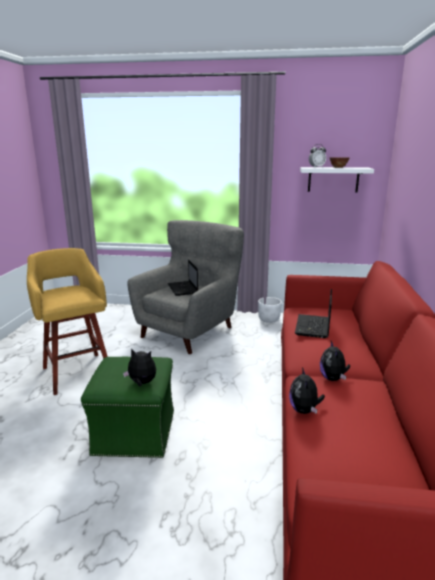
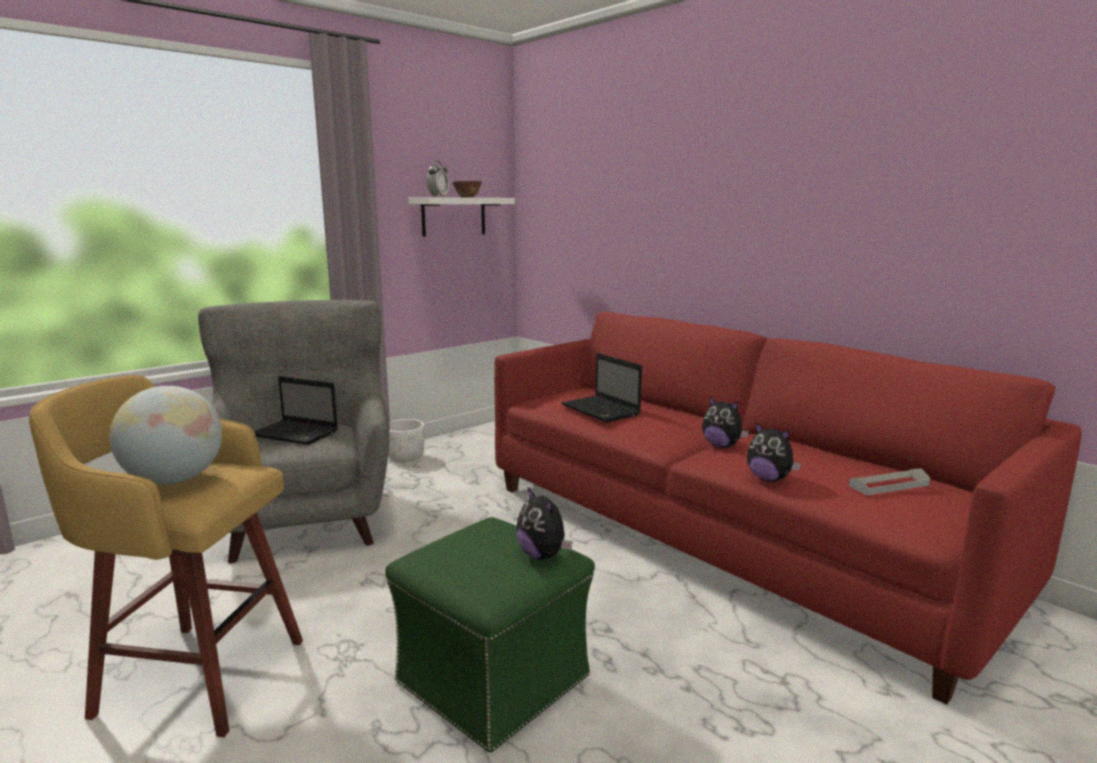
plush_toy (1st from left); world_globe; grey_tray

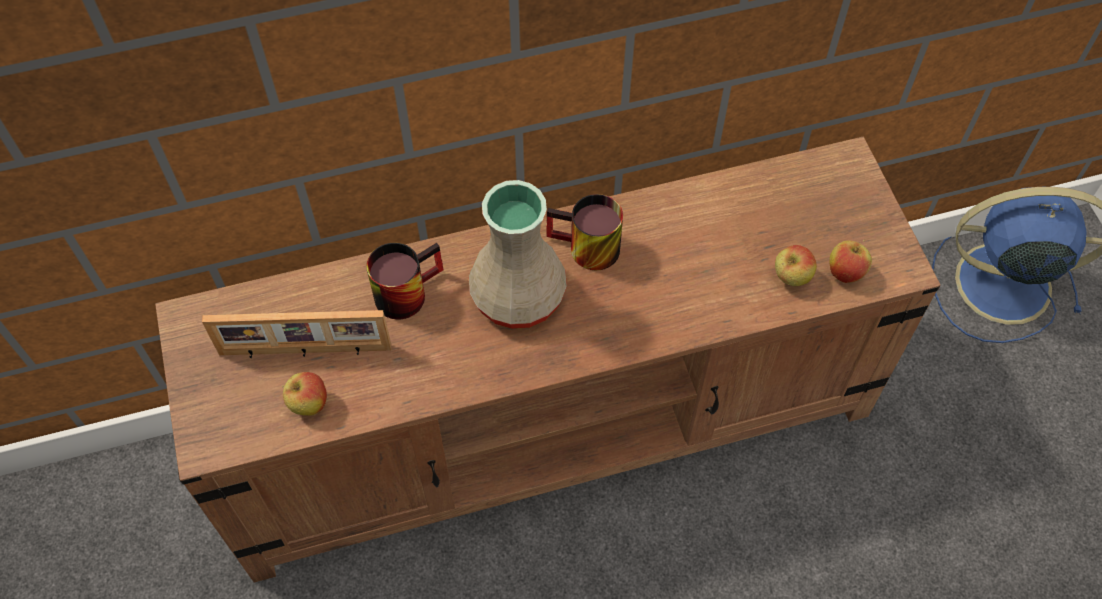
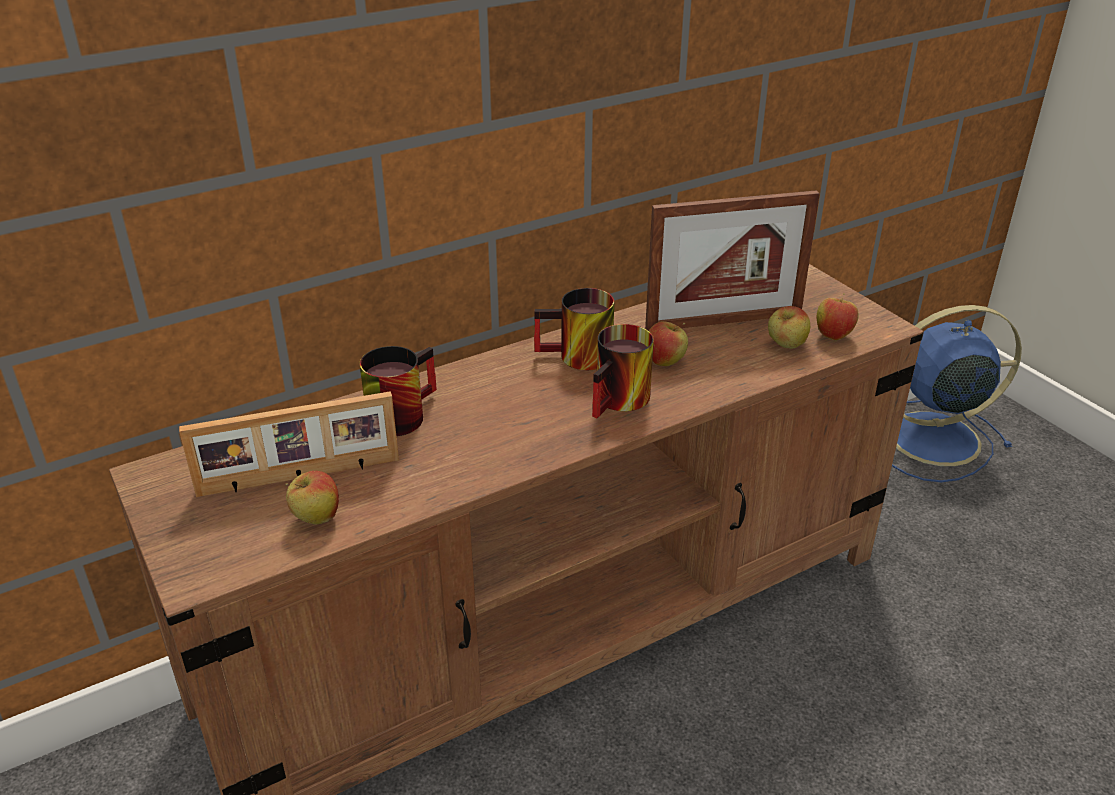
beige-coloured_vase; standing_frame (2nd from left); apple_fruit (2nd from left); mug (3rd from left)

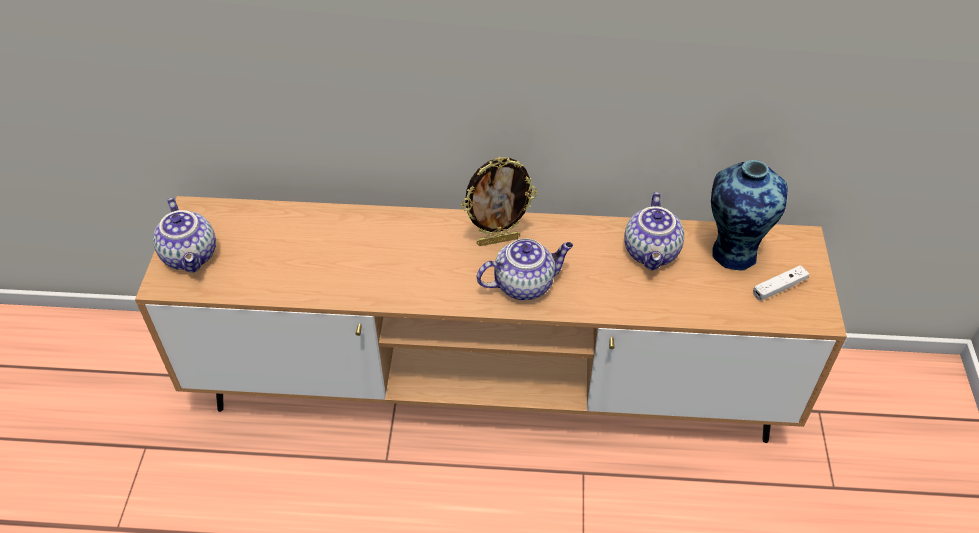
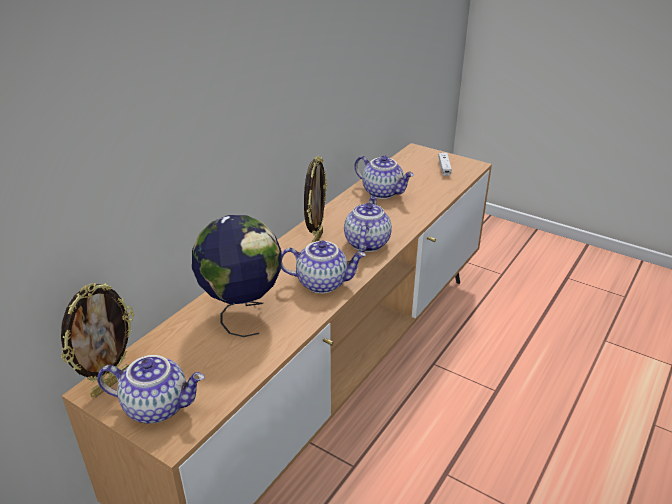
vase; world_globe; teapot (2nd from left); standing_frame (1st from left)

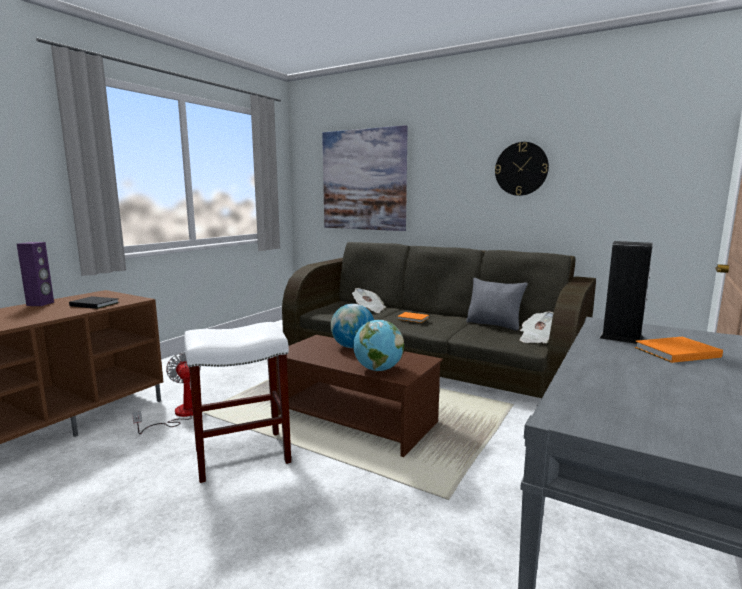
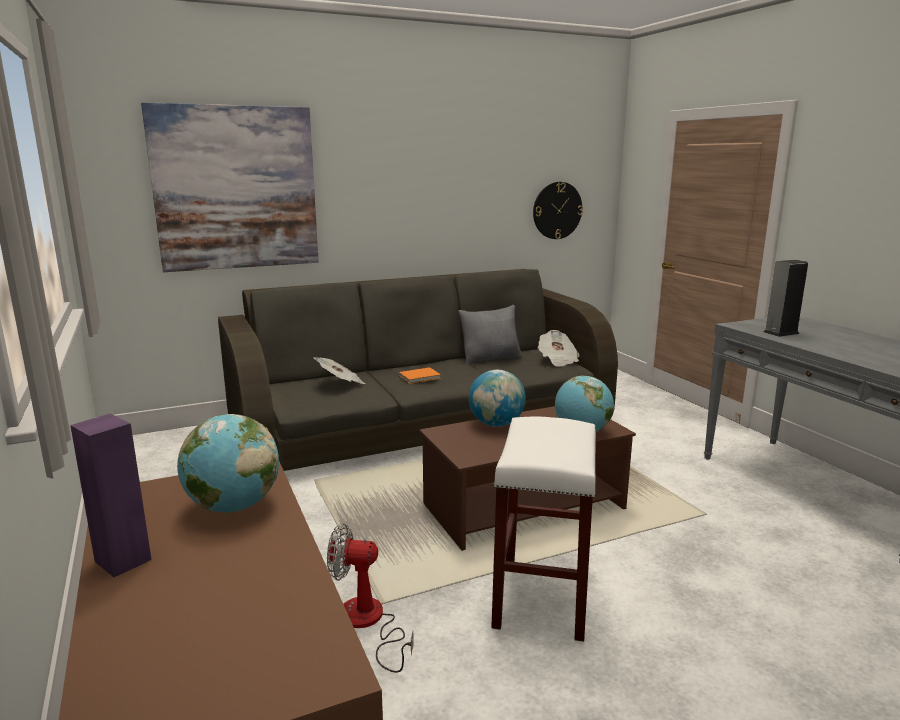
wall_clock; world_globe (1st from left); orange_book (2nd from left in the first image)

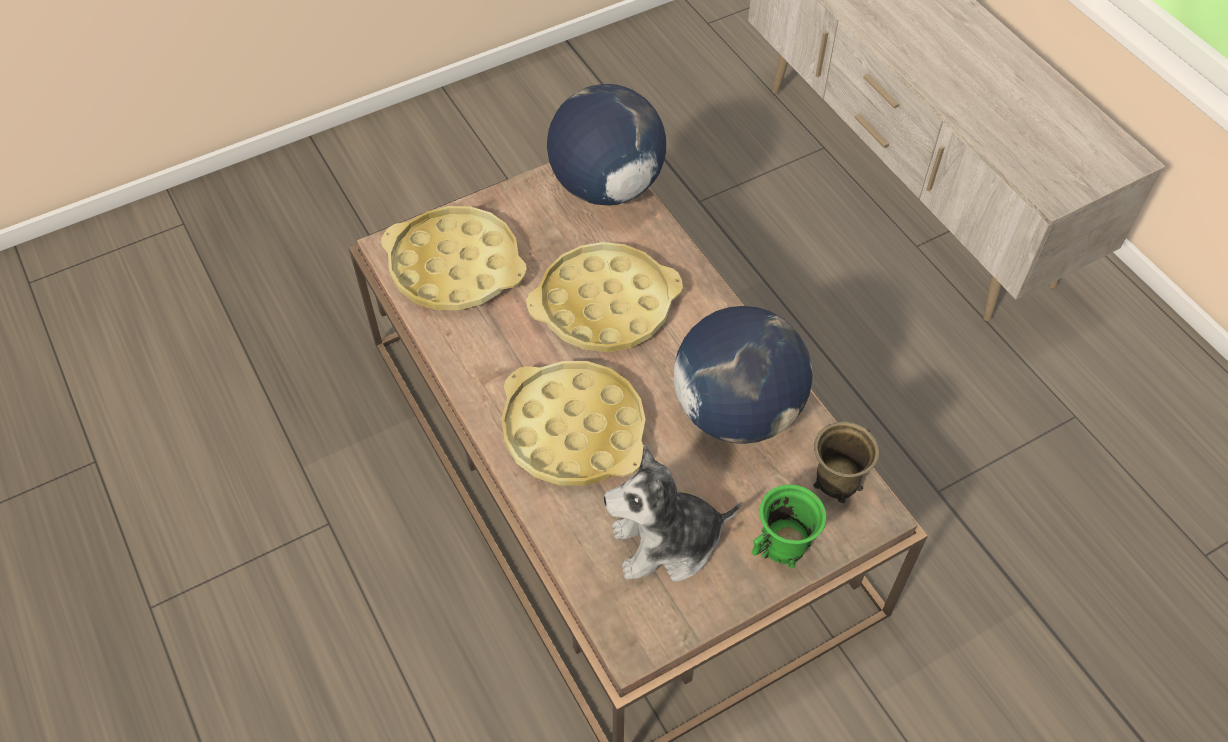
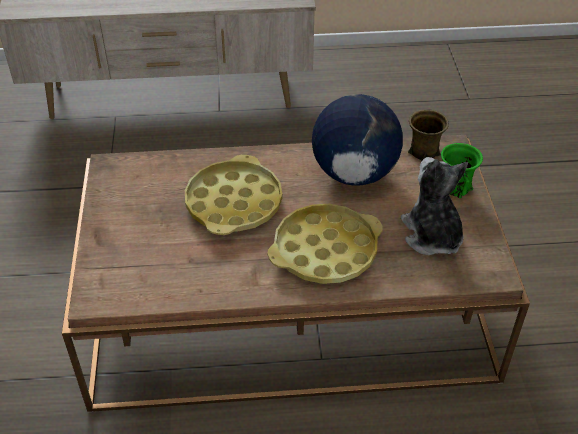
world_globe (1st from left in the first image); yellowish_tray (1st from left in the first image); plush_toy

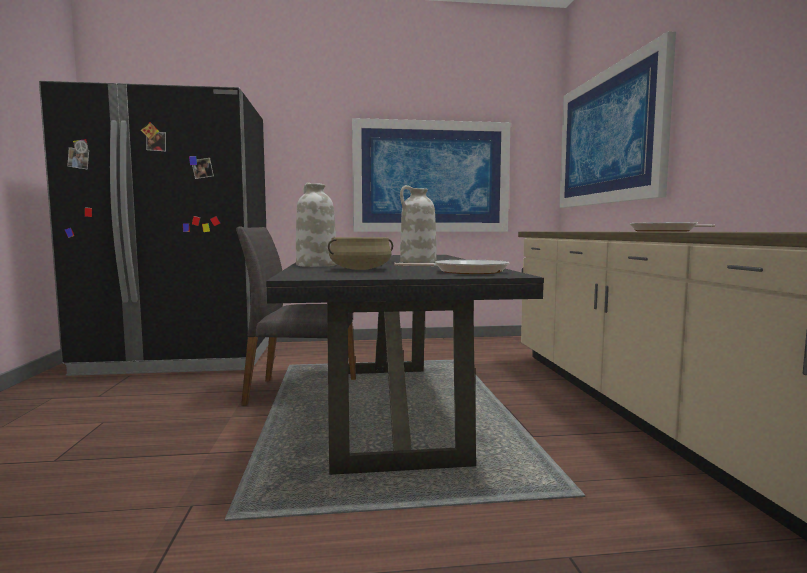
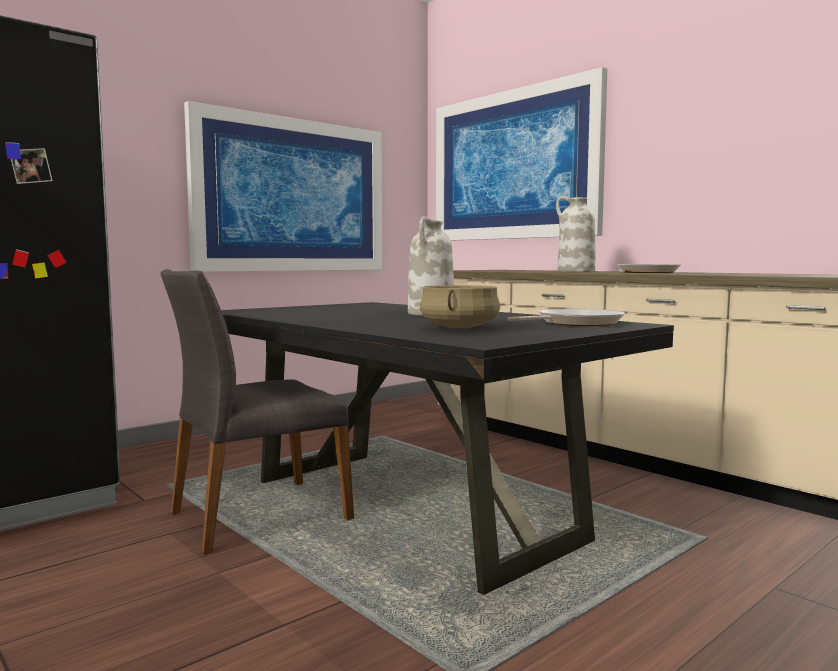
whitish_vase (2nd from left)

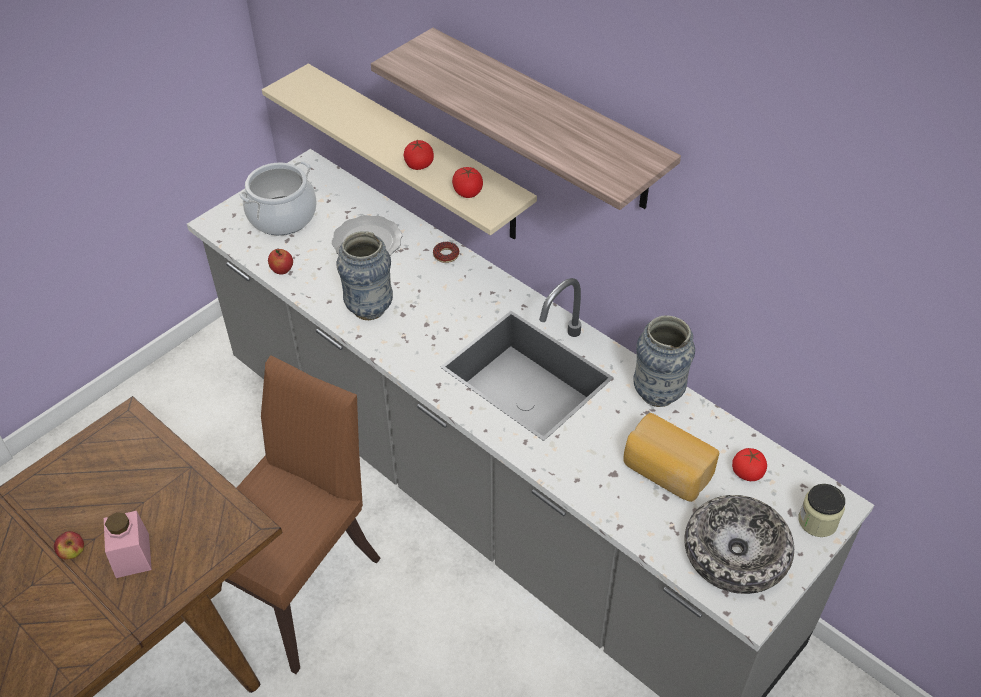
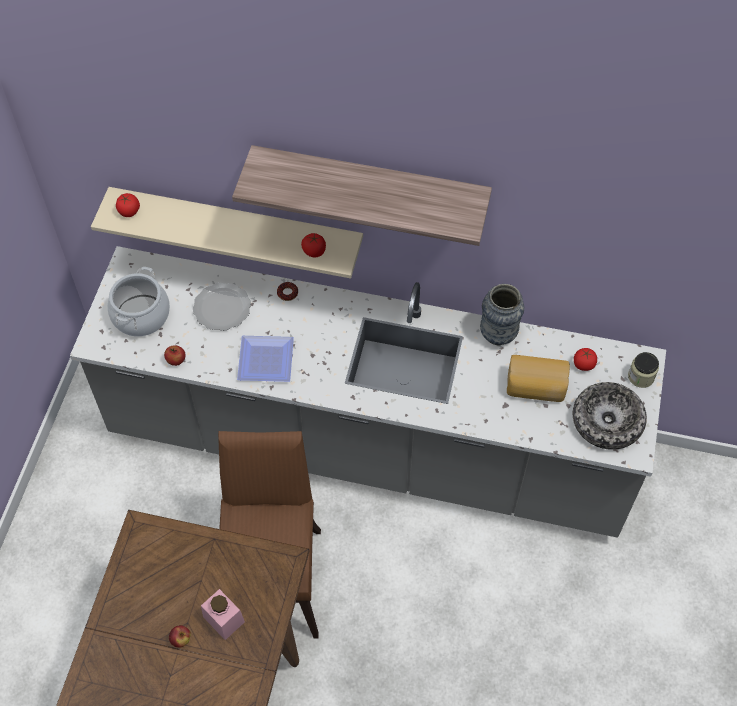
fresh_tomato (1st from left); plate (2nd from left)

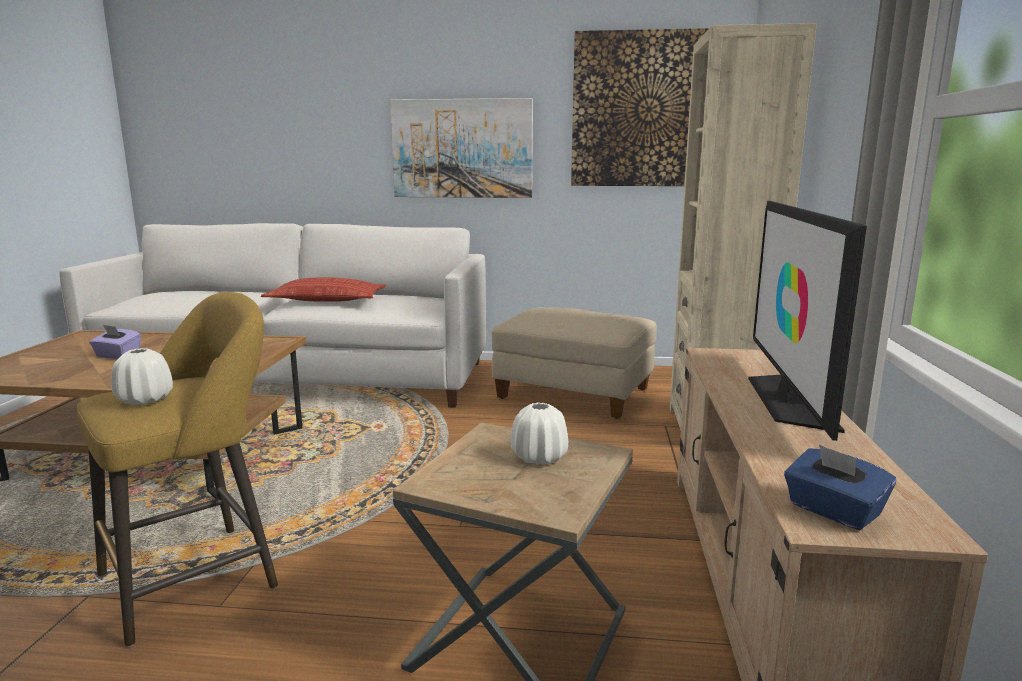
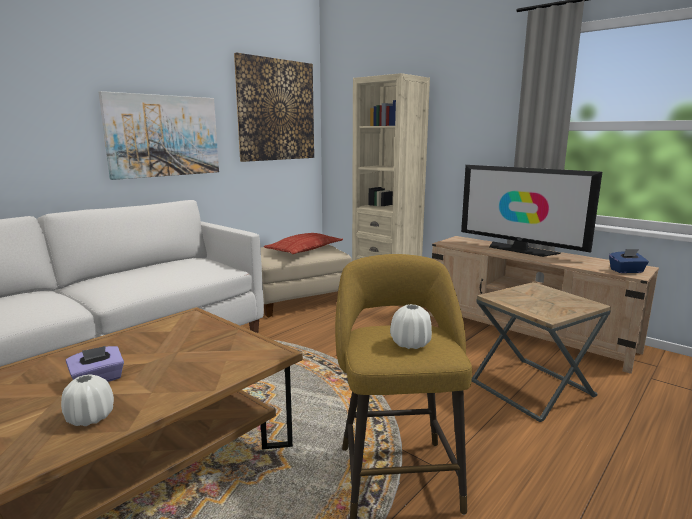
cushion; whitish_vase (1st from left)

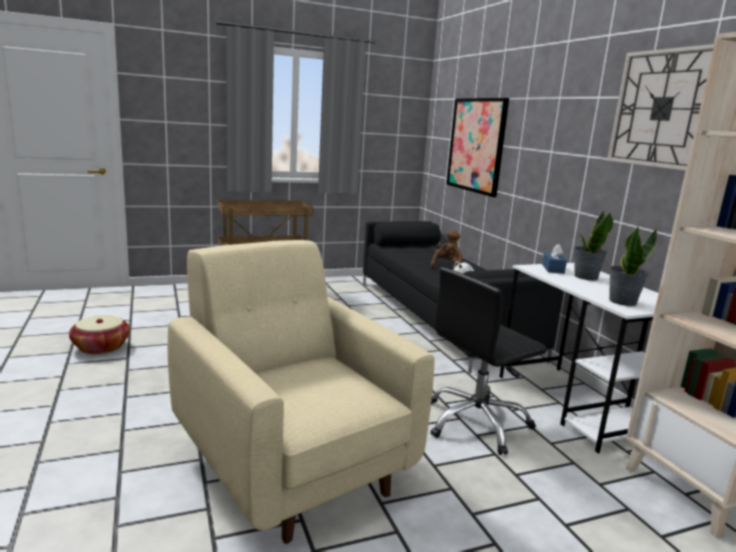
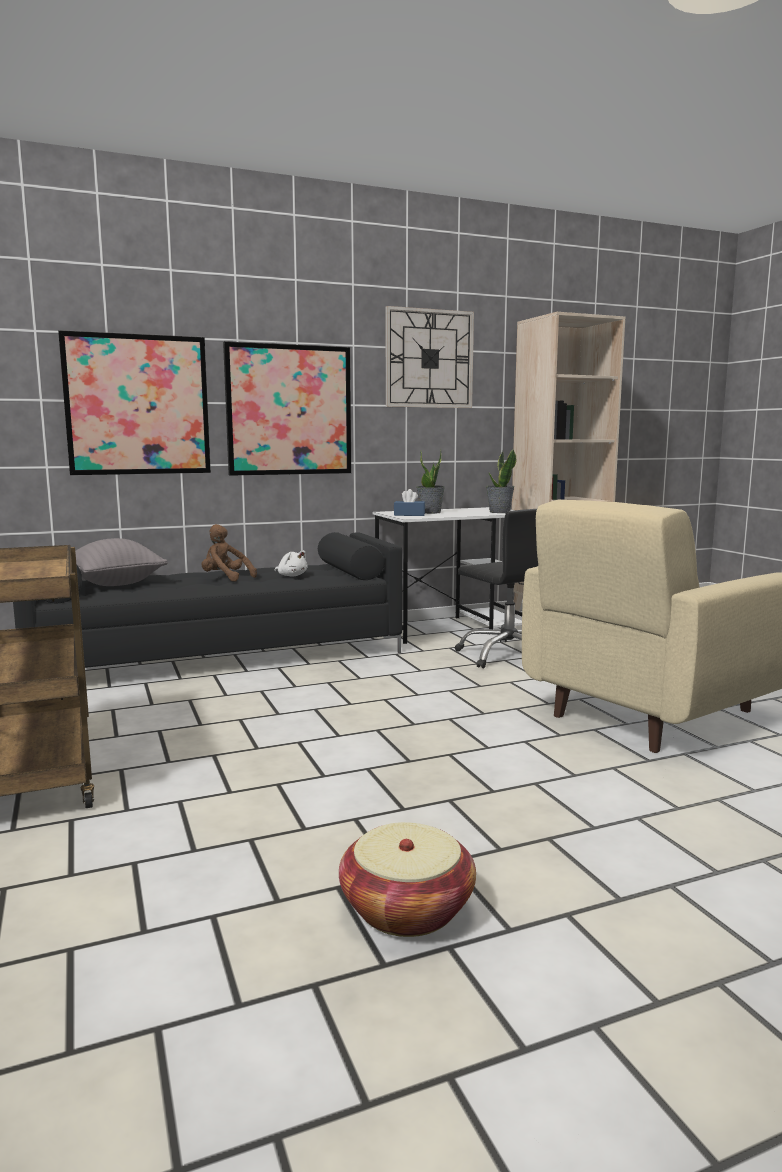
picture (2nd from left); grey_cushion

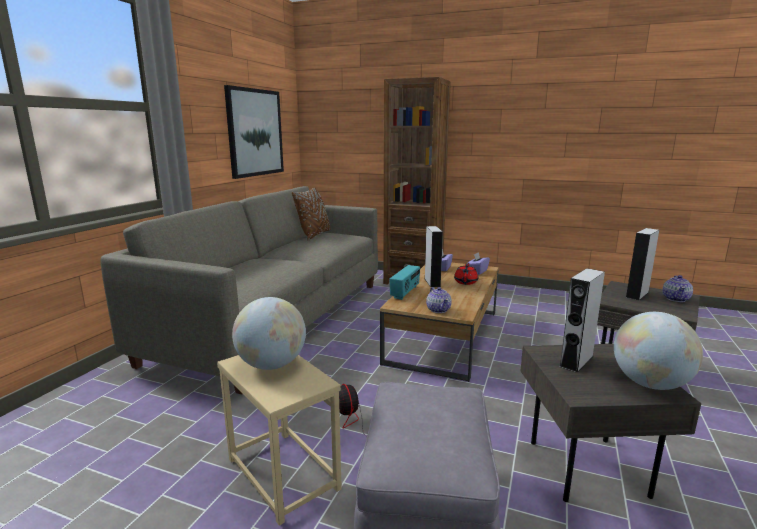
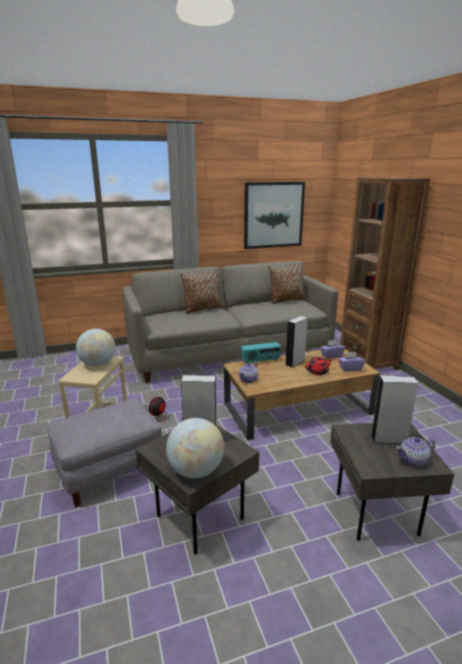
brownish_cushion (1st from left)

